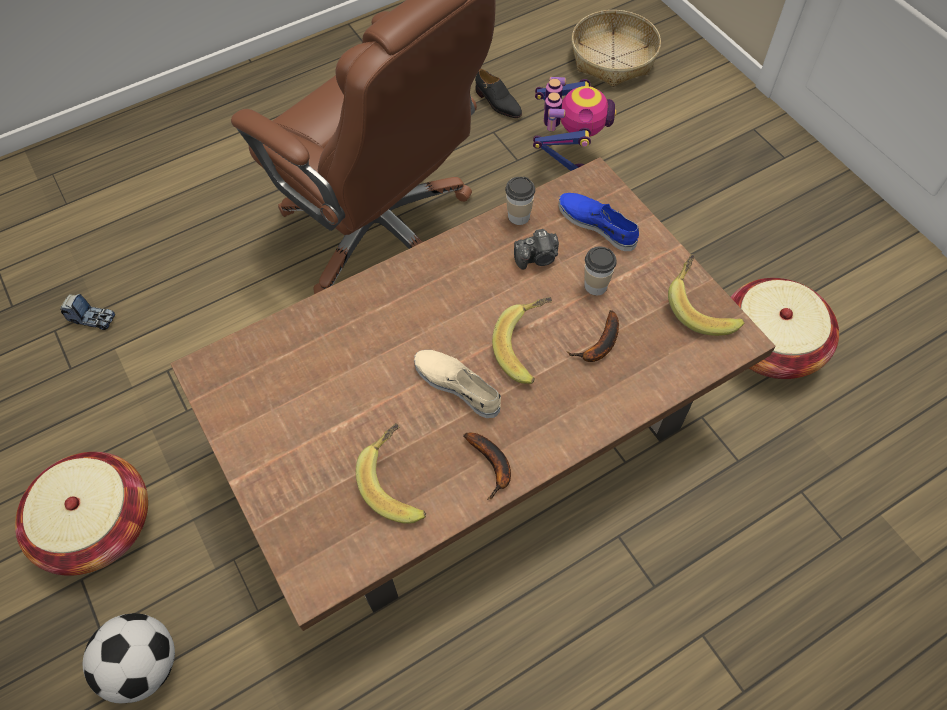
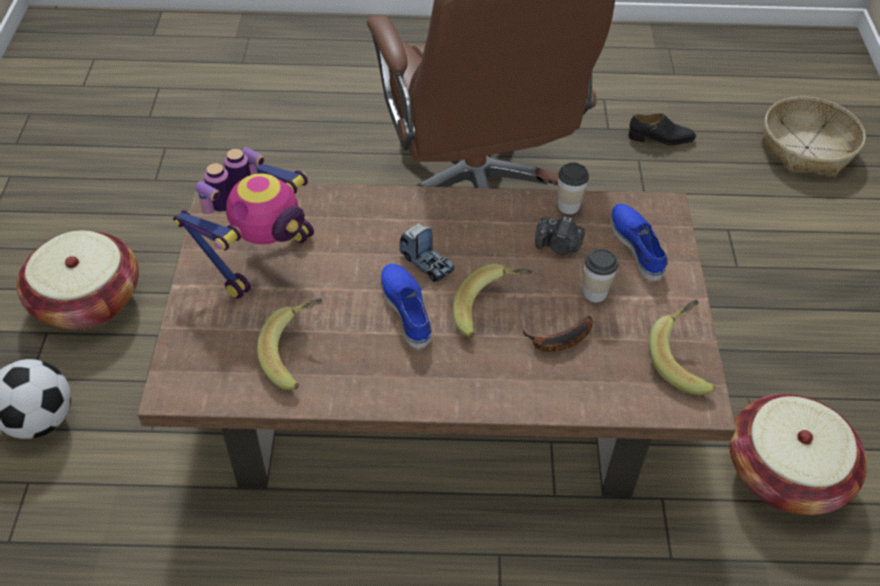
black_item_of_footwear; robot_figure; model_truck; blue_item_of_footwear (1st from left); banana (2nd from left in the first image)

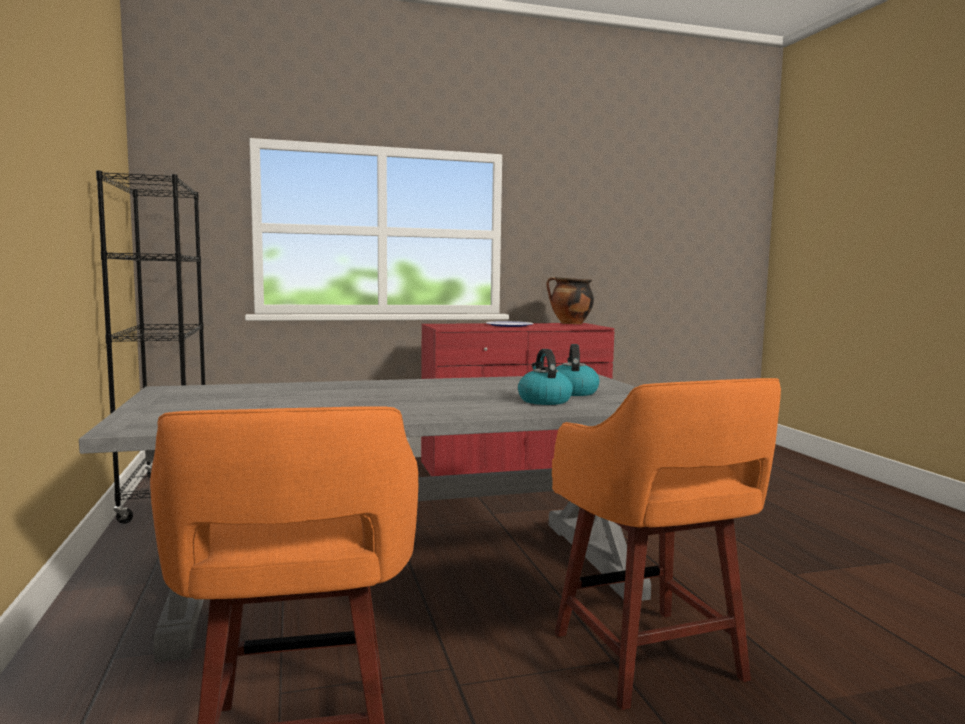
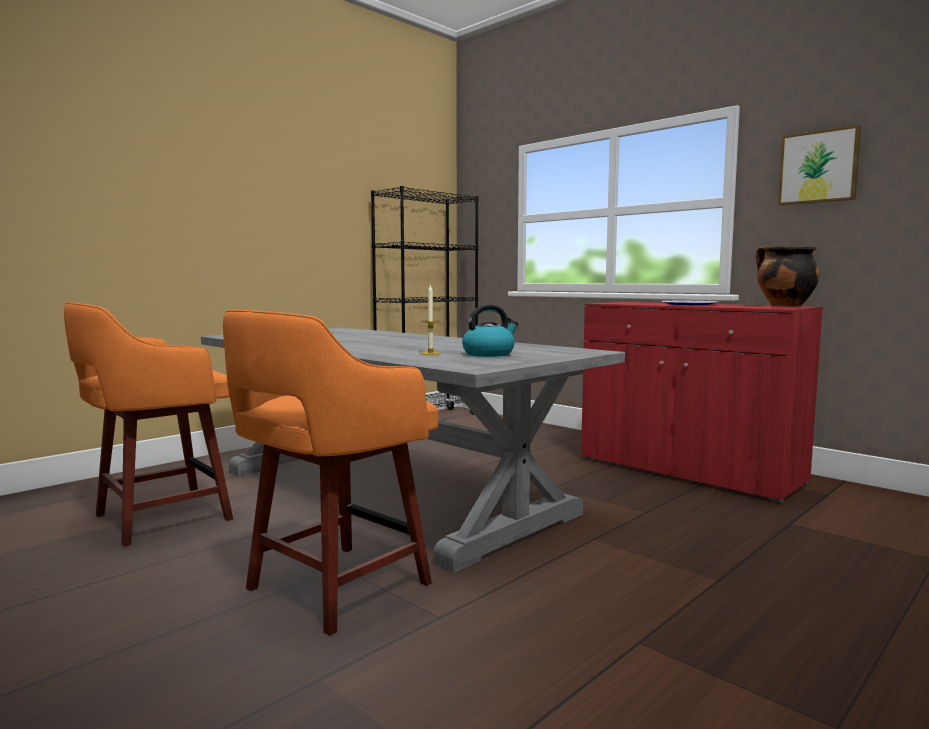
wax_candle; picture

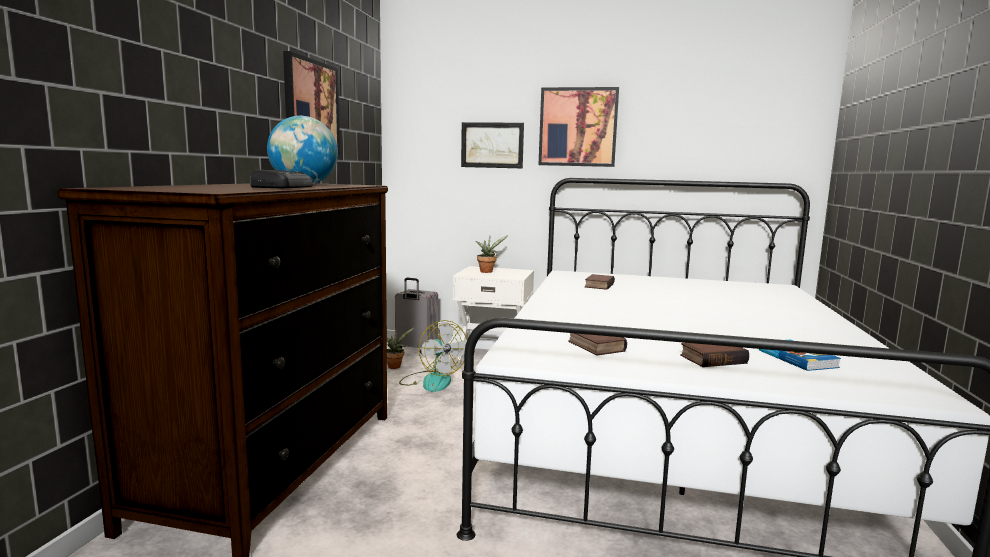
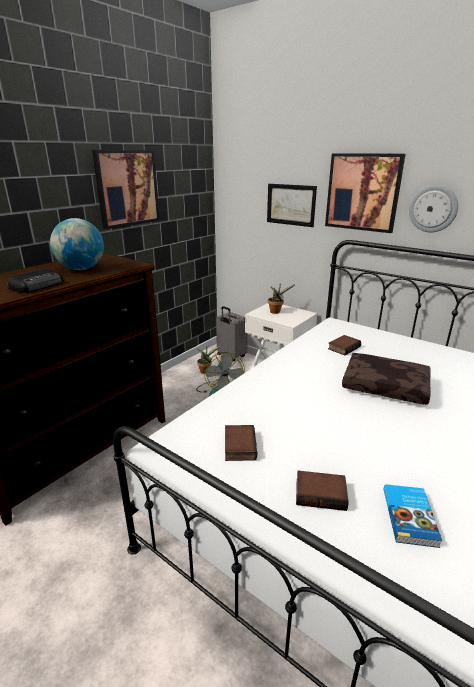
wall_clock; brownish_cushion

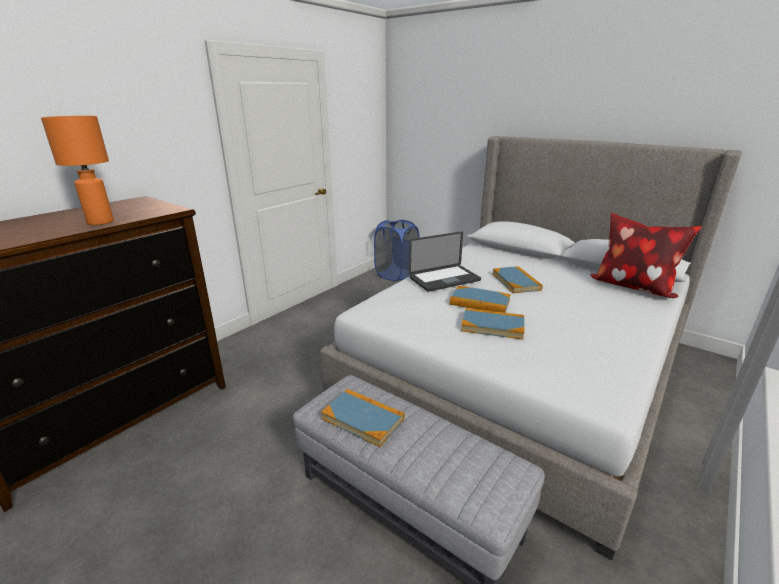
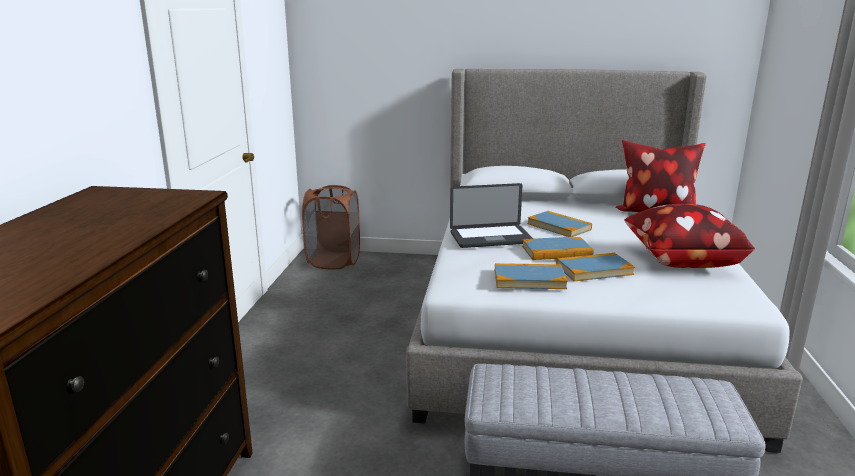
orange_table_lamp; brownish_hamper; laptop; book (1st from left); cushion (2nd from left)

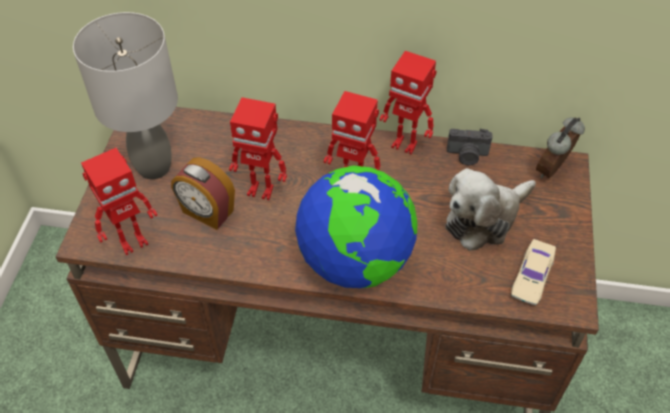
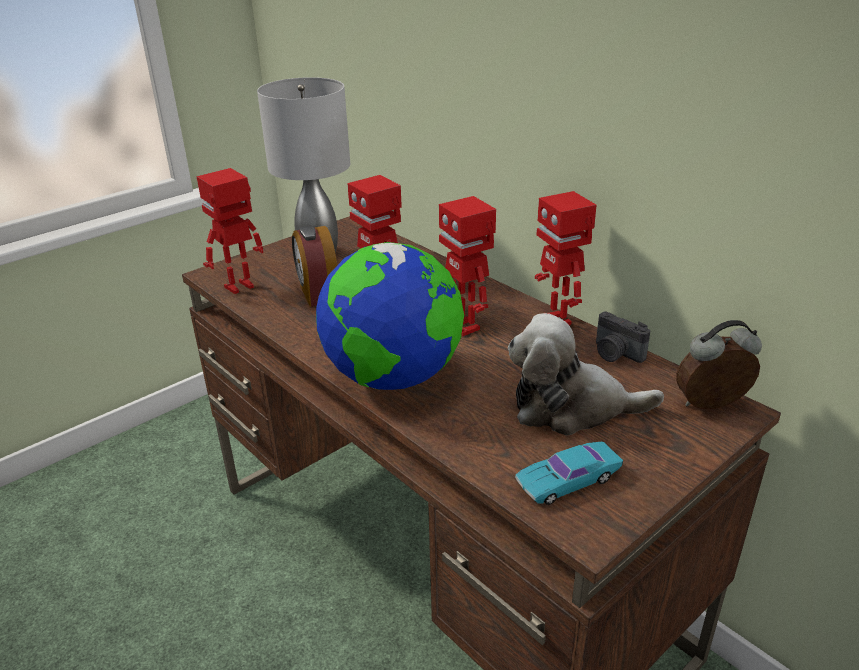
robot_figure (1st from left); turquoise_model_car

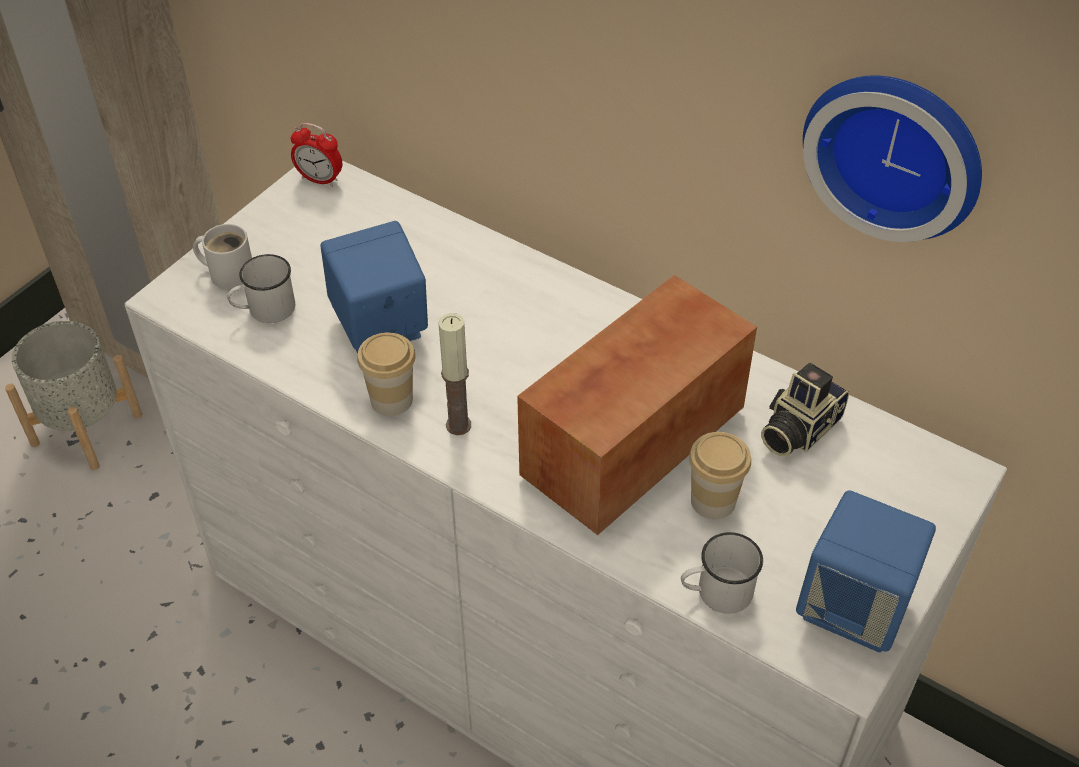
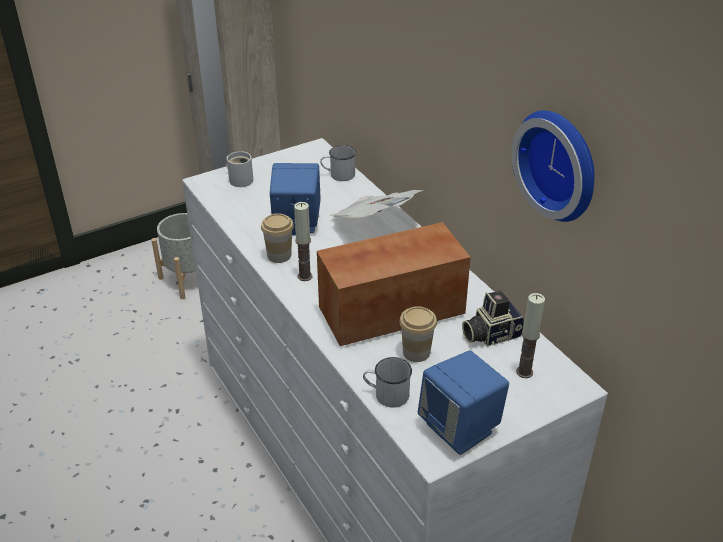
bedside_clock; whitish_mug (2nd from left); printed_paper; wax_candle (2nd from left)

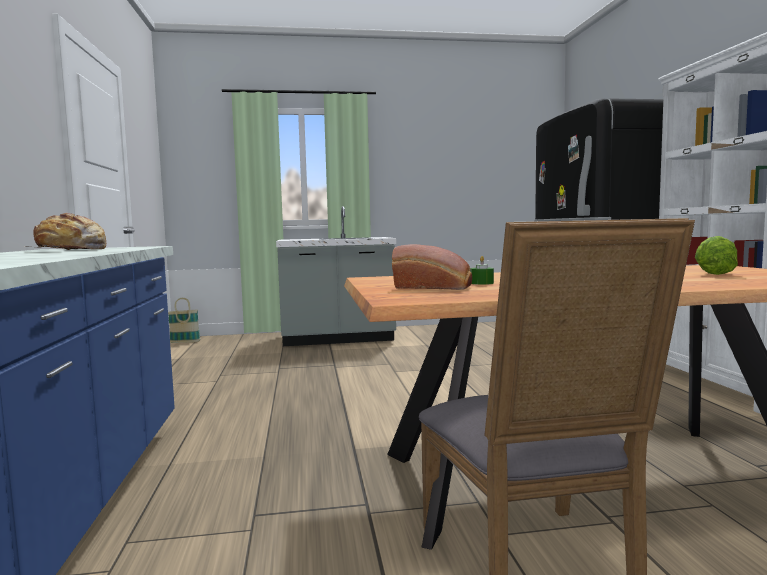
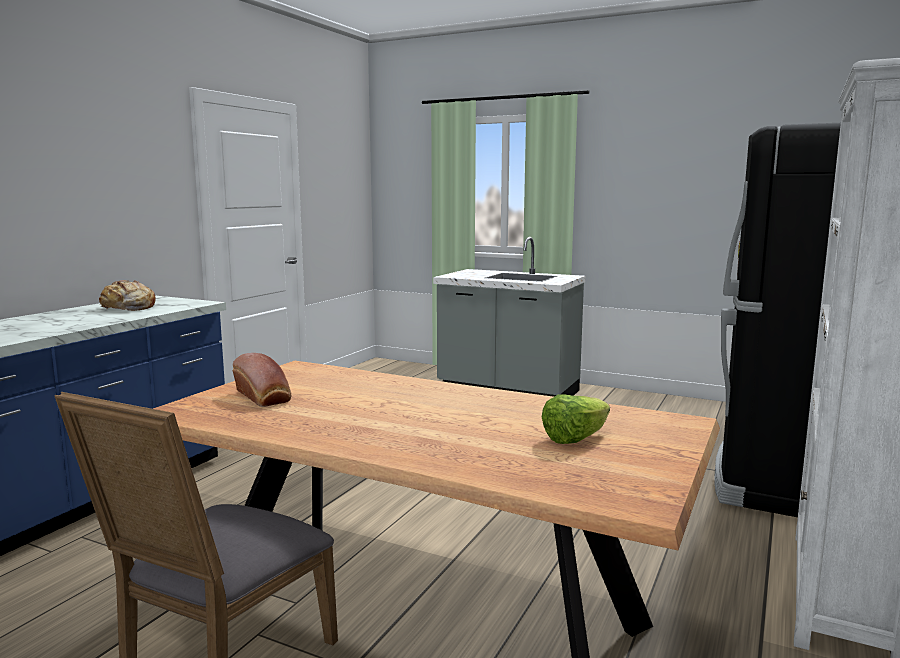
greenish_wax_candle; household_basket

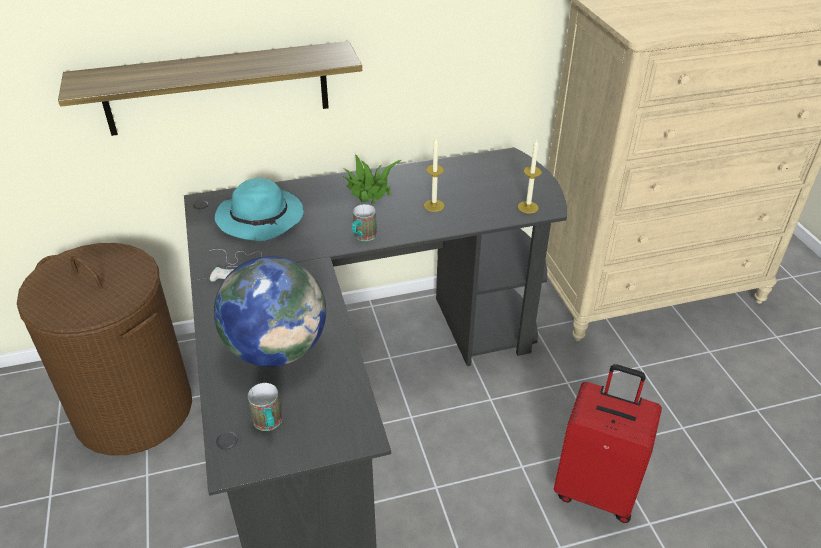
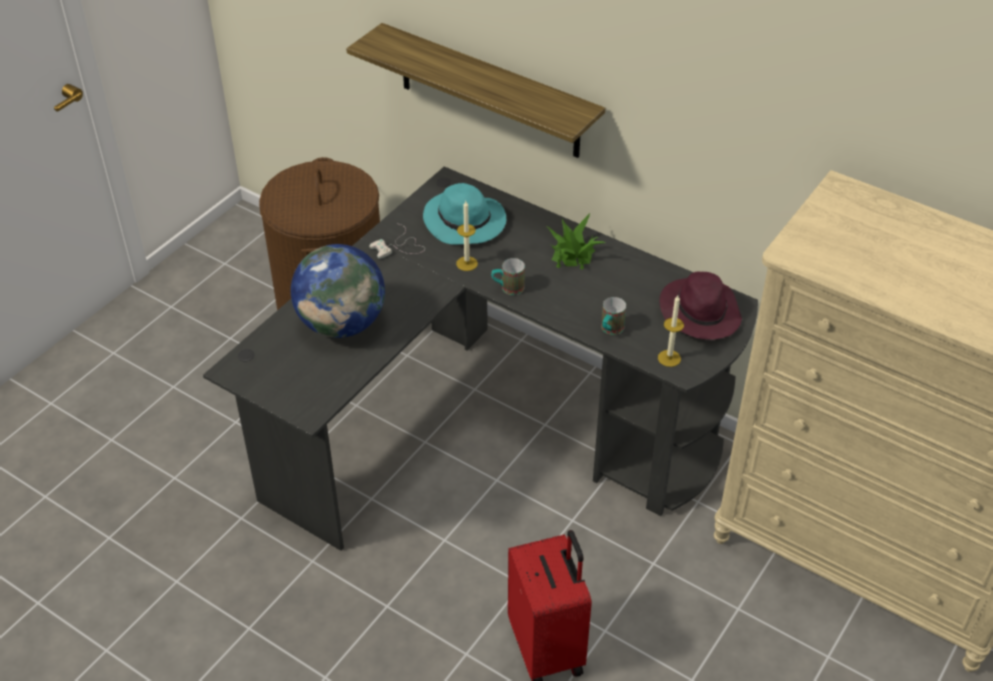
wax_candle (1st from left); mug (2nd from left); purple_hat

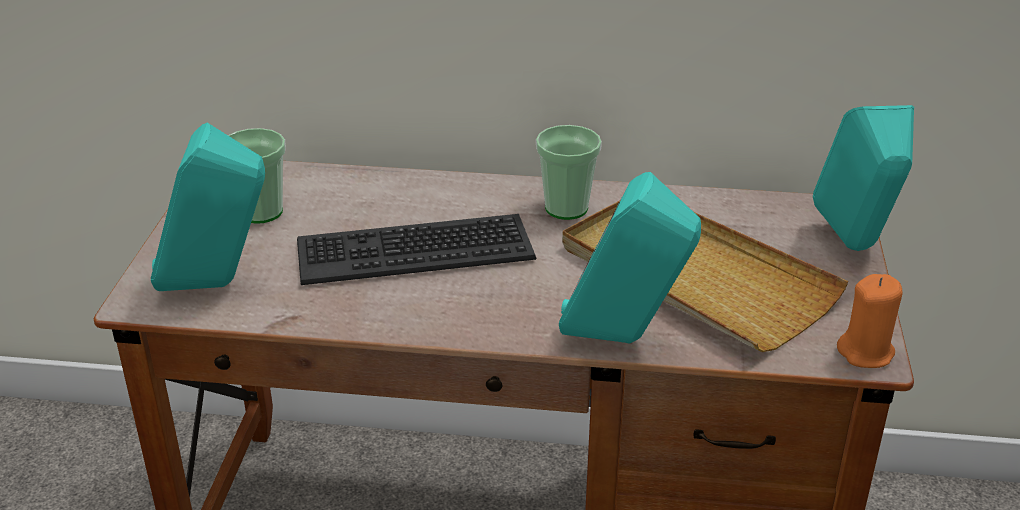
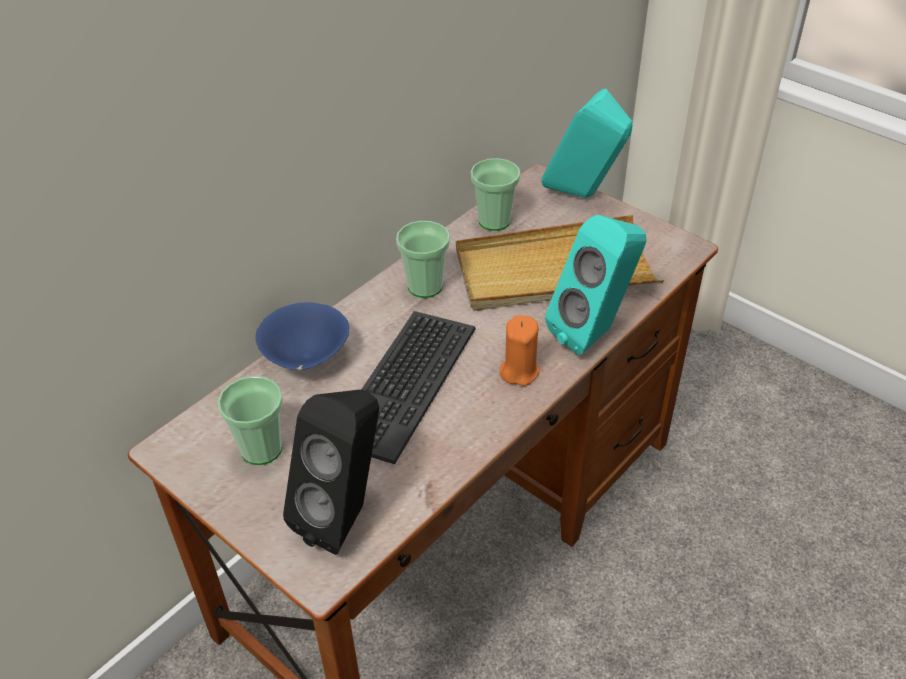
black_loudspeaker; orange_wax_candle; cup (3rd from left); blue_bowl

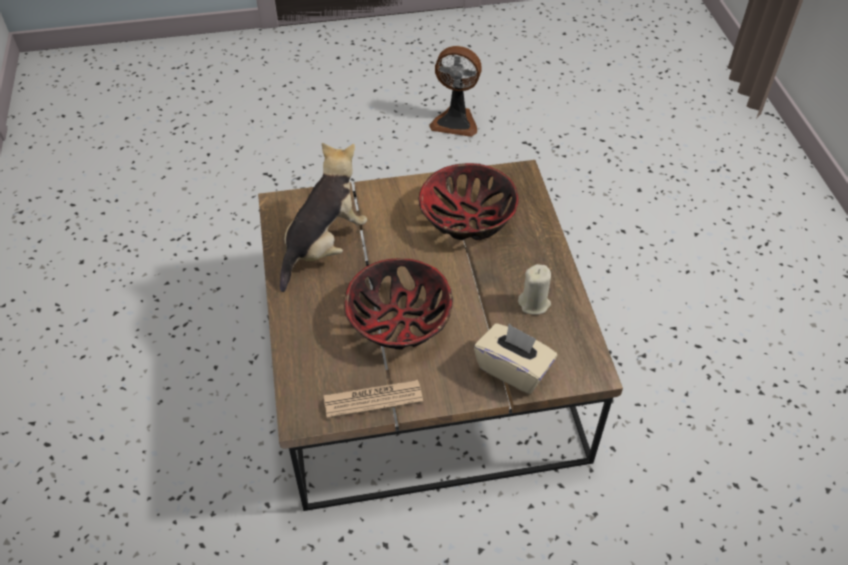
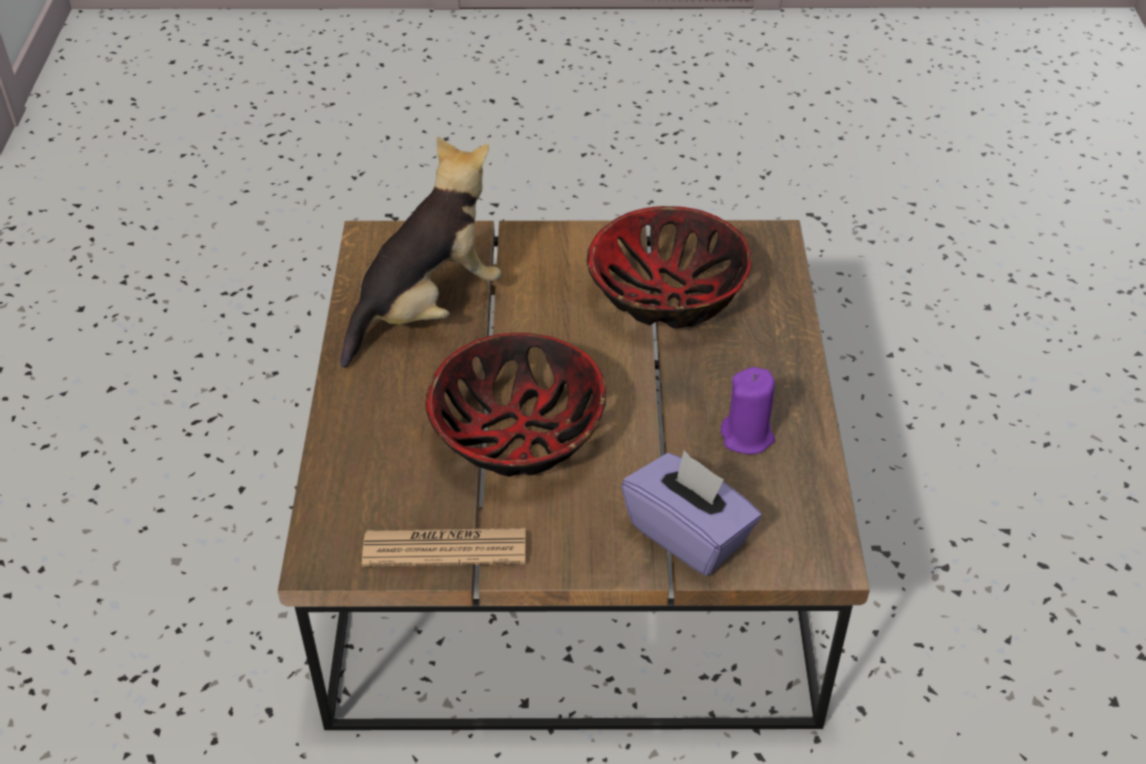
electric_fan; purple_wax_candle; purple_tissue_box

